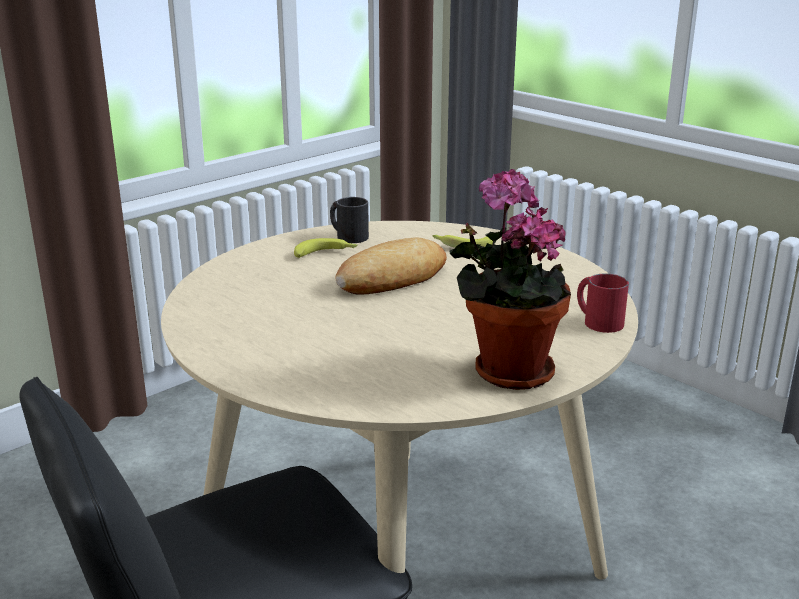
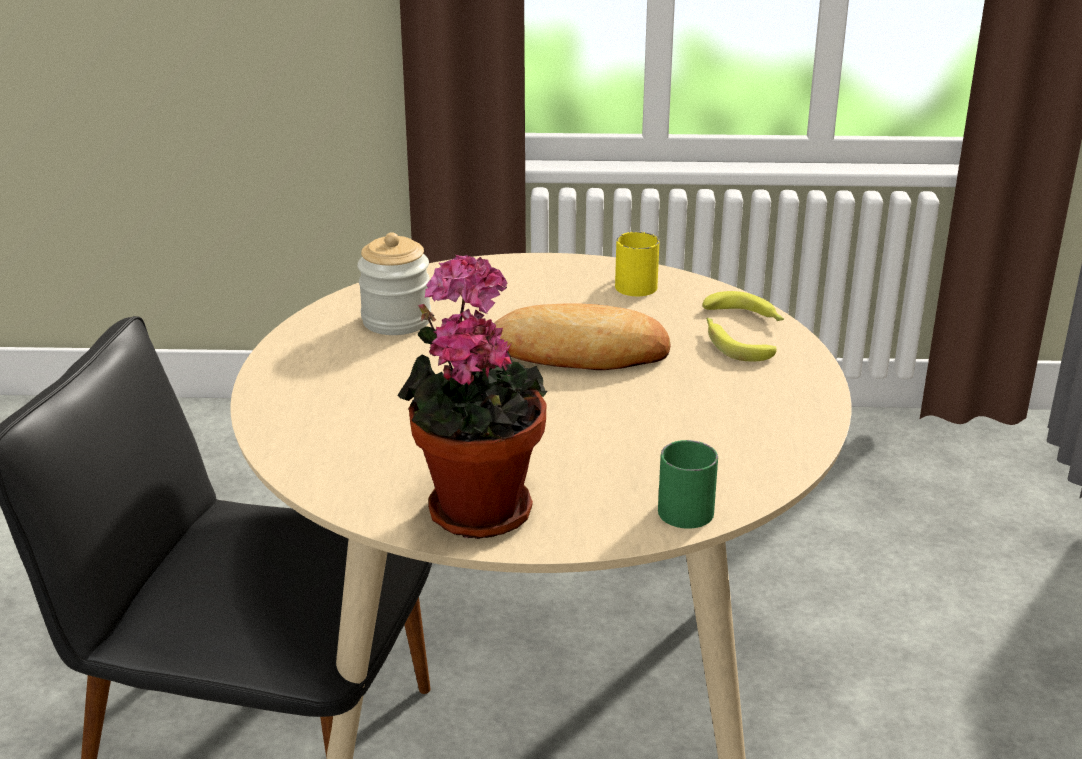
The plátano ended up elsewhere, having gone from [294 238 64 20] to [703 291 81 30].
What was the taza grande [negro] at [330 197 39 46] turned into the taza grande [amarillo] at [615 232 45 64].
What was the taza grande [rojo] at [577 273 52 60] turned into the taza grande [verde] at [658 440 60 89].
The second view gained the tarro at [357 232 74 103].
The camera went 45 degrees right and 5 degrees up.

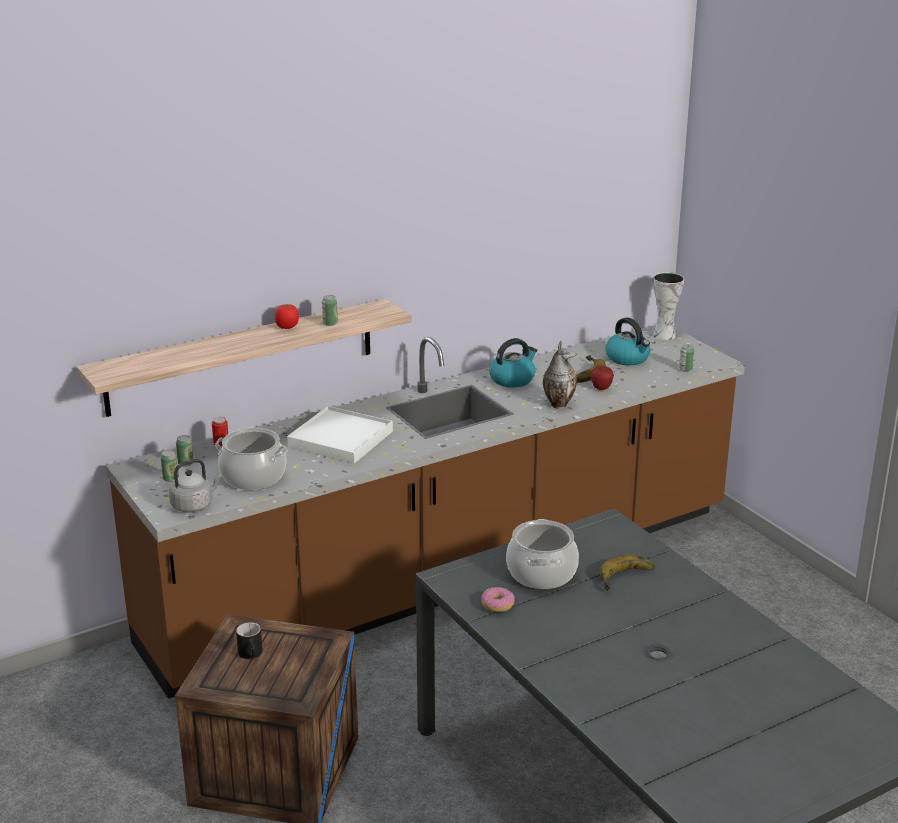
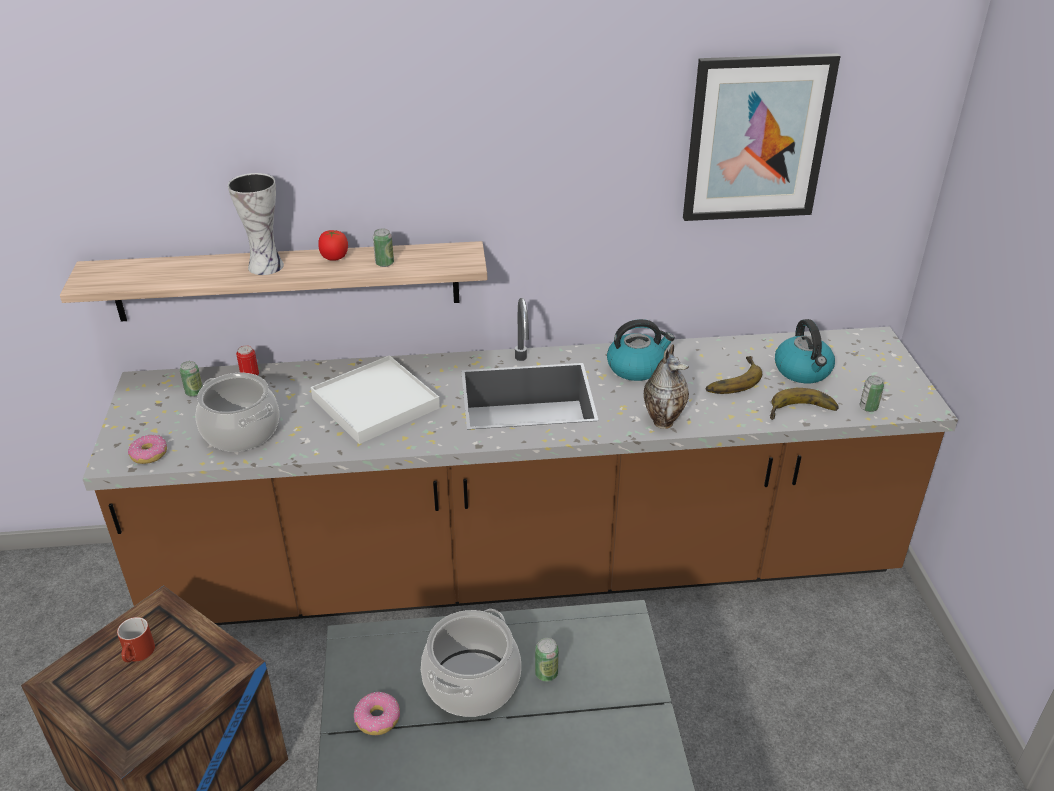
The lata ended up elsewhere, having gone from [161 450 18 32] to [535 638 24 44].
Where the hervidor [gris] stood at [169 459 54 54], the rosquilla came to stand at [128 435 39 29].
What was the taza grande [negro] at [236 622 27 37] turned into the taza grande [rojo] at [117 617 38 45].
The second view lost the manzana at [591 366 23 24].
The plátano ended up elsewhere, having gone from [599 555 56 36] to [770 388 69 32].
The florero ended up elsewhere, having gone from [653 272 31 68] to [228 173 56 102].
The second view gained the cuadro at [683 53 157 168].
The camera went 25 degrees right and 10 degrees up.

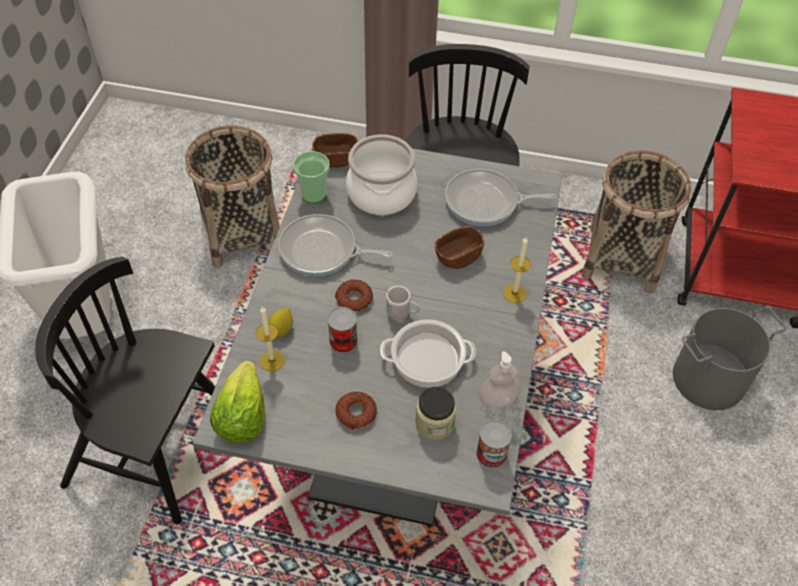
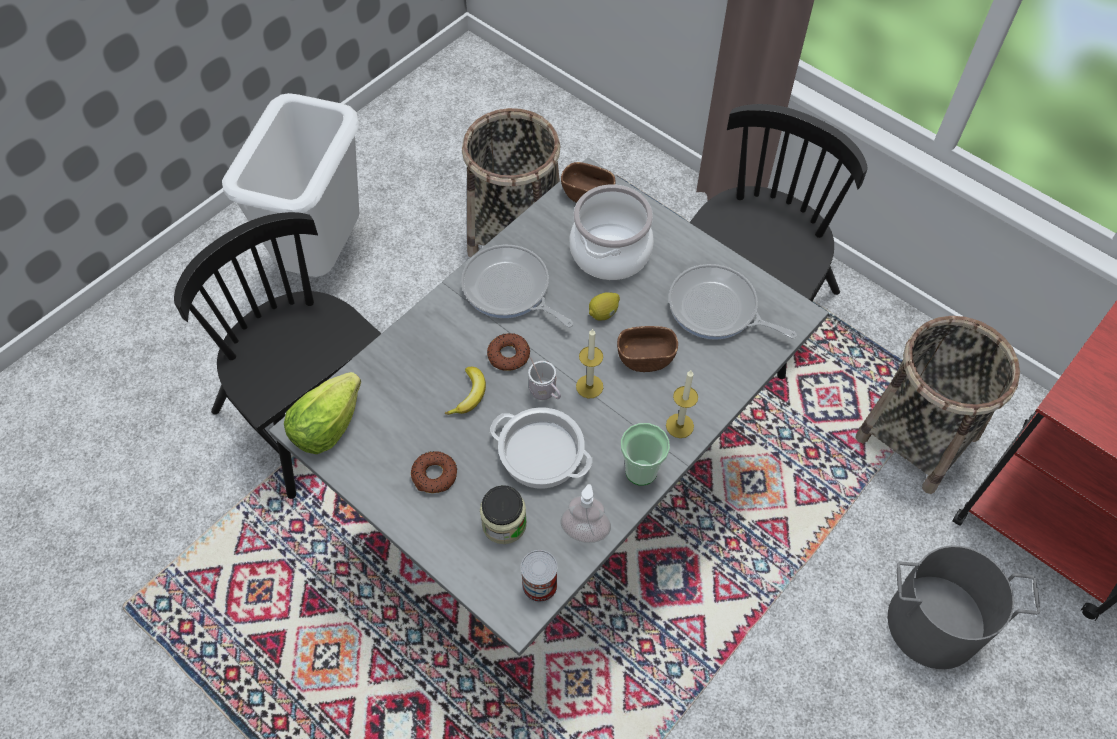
The vela ended up elsewhere, having gone from [256 306 29 66] to [576 328 27 70].
The limón ended up elsewhere, having gone from [268 308 25 29] to [589 292 31 29].
The taza ended up elsewhere, having gone from [293 151 37 53] to [621 423 49 63].
Where the lata stood at [327 307 31 46], the plátano came to stand at [445 367 41 48].
The camera went 30 degrees right and 5 degrees up.

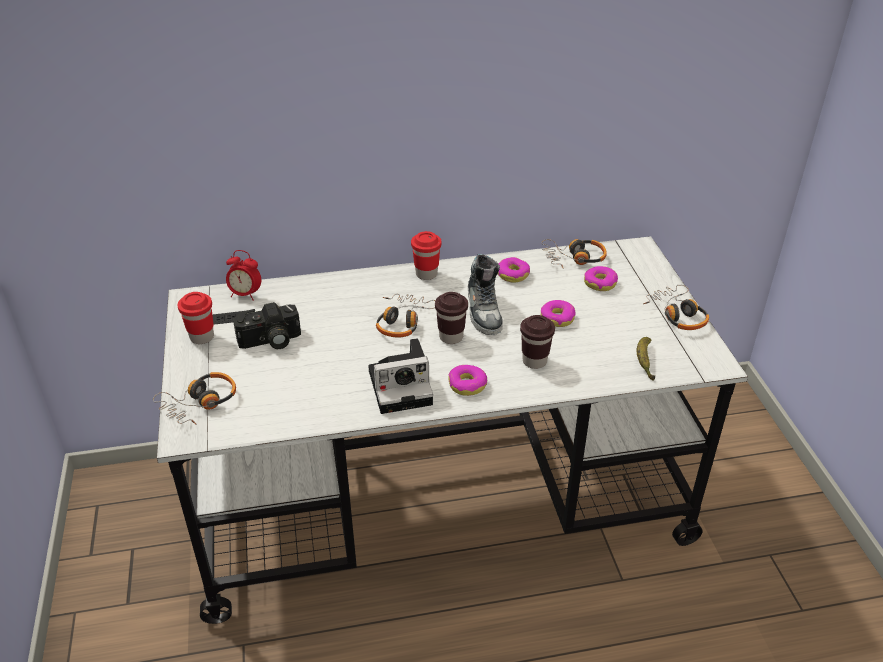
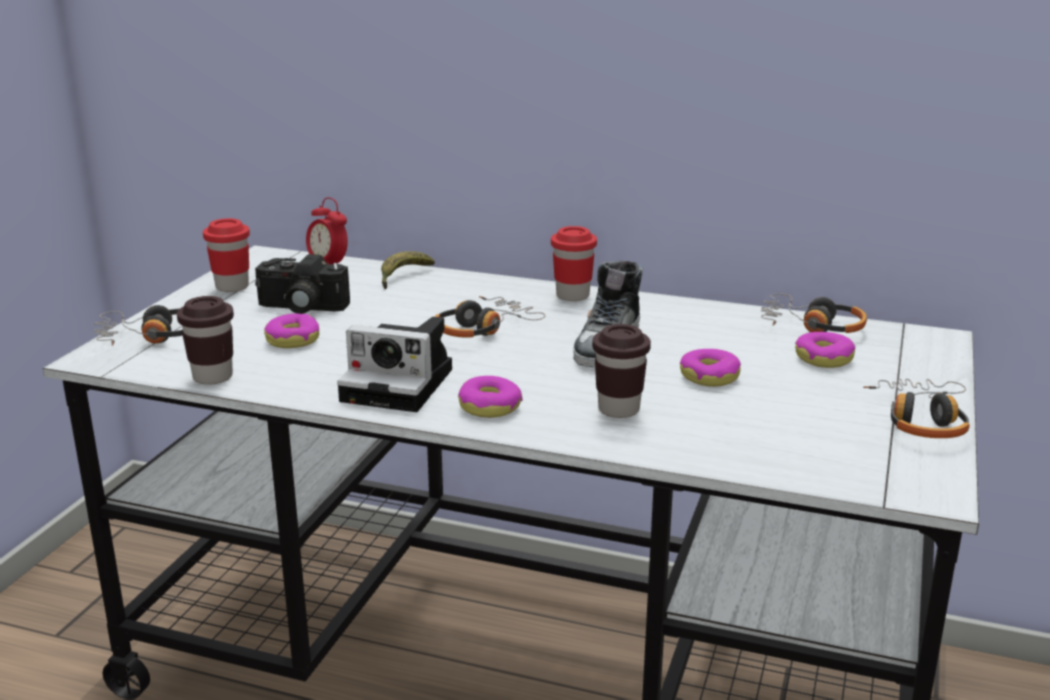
The taza [marrón] ended up elsewhere, having gone from [435 292 33 52] to [177 296 57 89].
The rosquilla ended up elsewhere, having gone from [498 257 32 26] to [264 314 55 34].
The plátano ended up elsewhere, having gone from [636 337 19 44] to [381 251 54 38].
The camera went 30 degrees right and 15 degrees down.

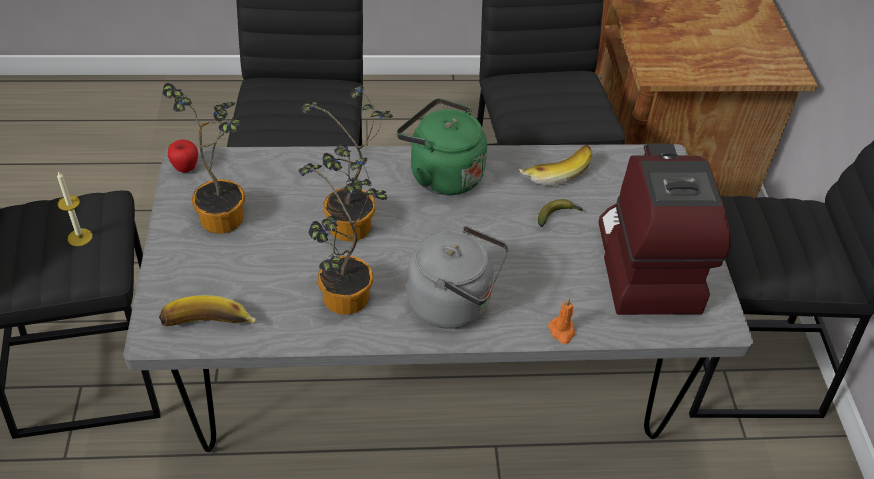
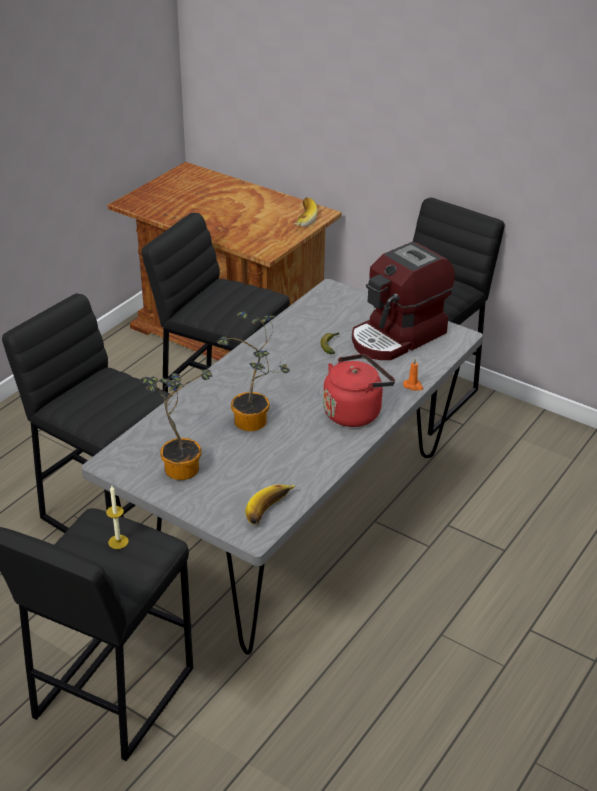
The second view lost the manzana at [168 140 30 33].
The second view lost the planta en maceta at [299 157 88 158].
The second view lost the hervidor [verde] at [397 98 90 97].
What was the hervidor [gris] at [407 226 102 103] turned into the hervidor [rojo] at [323 354 72 73].
The plátano ended up elsewhere, having gone from [519 145 73 41] to [294 198 24 29].
The cafetera at [598 143 133 172] ended up facing another way, 75 degrees counterclockwise from before.
The camera went 50 degrees left and 10 degrees down.

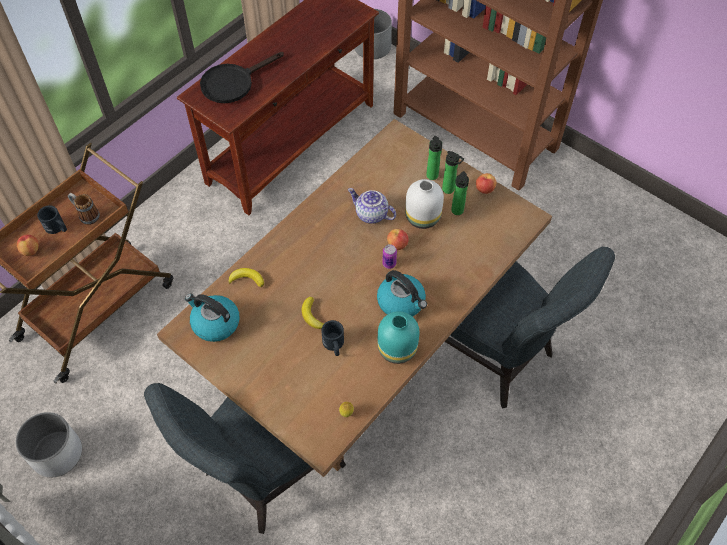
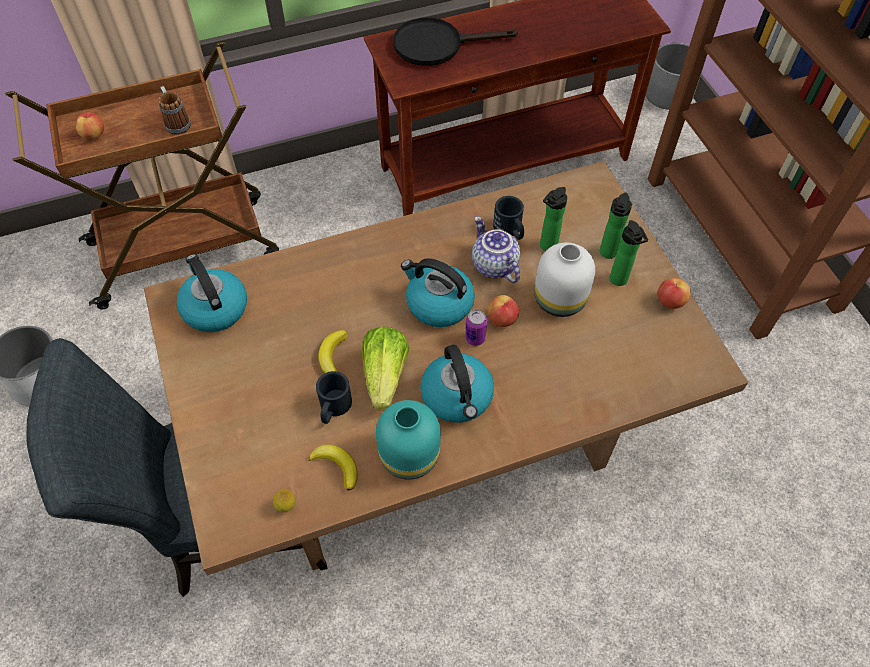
The taza grande [negro] ended up elsewhere, having gone from [37 205 30 29] to [493 196 31 44].
The plátano ended up elsewhere, having gone from [228 268 36 19] to [309 445 49 46].
The second view lost the silla [gris] at [445 247 170 162].
The botella ended up elsewhere, having gone from [451 171 18 44] to [540 187 27 64].
The second view gained the lechuga at [362 326 48 84].
The second view gained the hervidor at [401 258 74 69].
The camera went 30 degrees right and 0 degrees up.

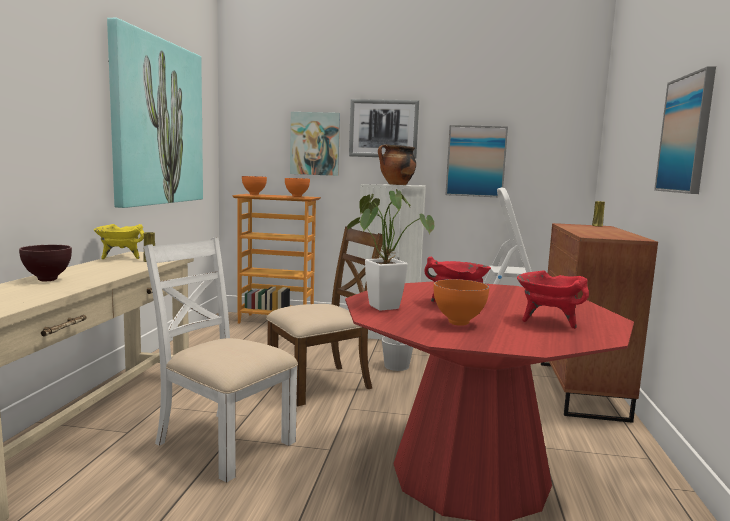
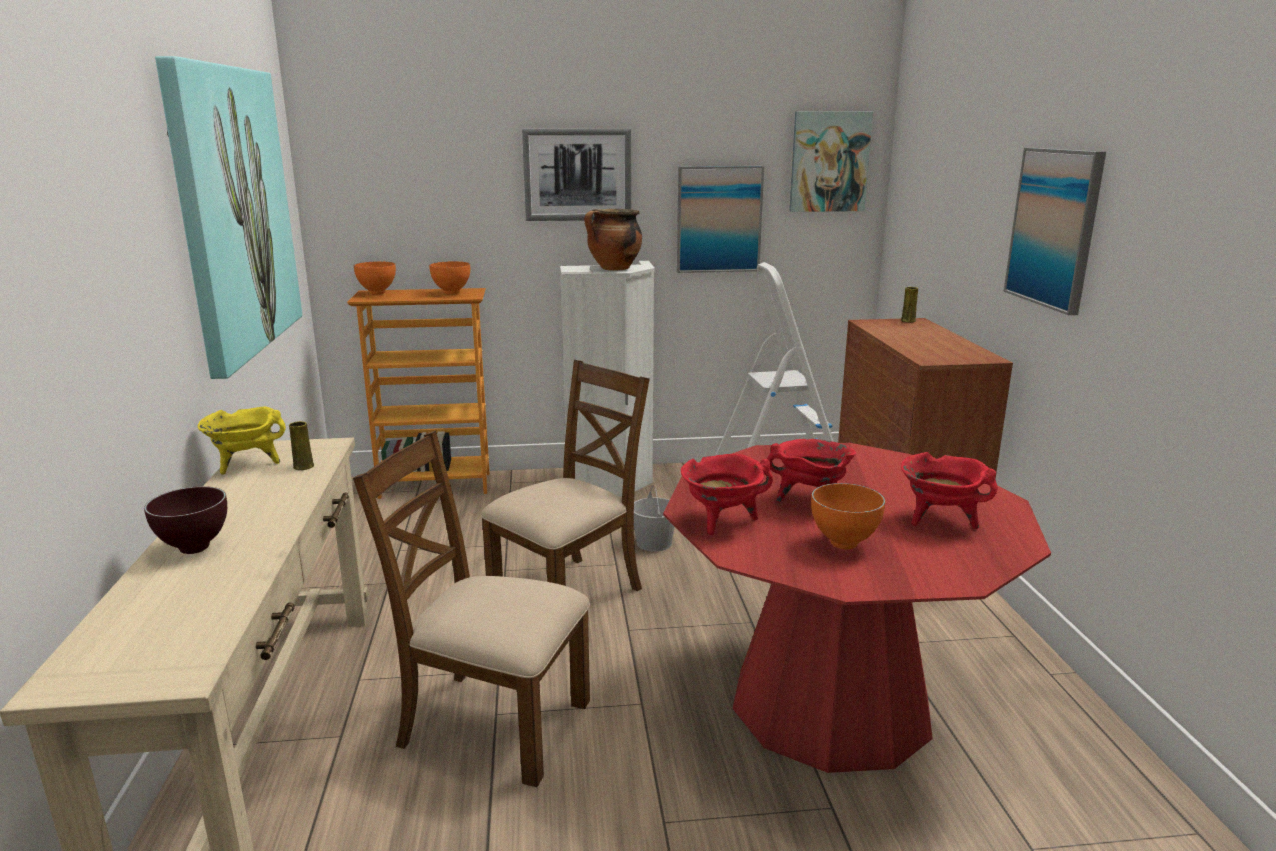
What was the silla [blanco] at [144 237 154 245] turned into the silla [marrón] at [353 431 237 356].
The cuadro ended up elsewhere, having gone from [290 112 50 64] to [790 112 83 100].
Where the planta en maceta stood at [347 189 87 122], the olla [rojo] came to stand at [681 454 92 81].
The camera went 15 degrees left and 10 degrees up.

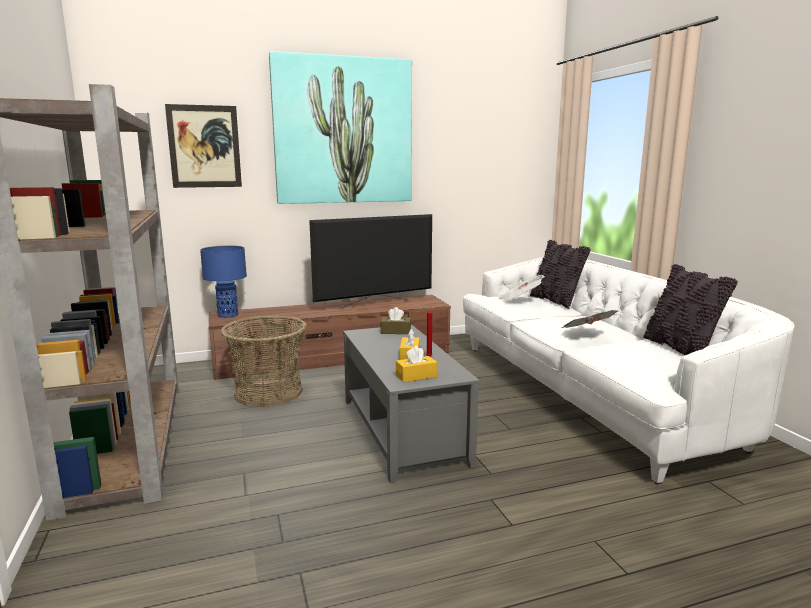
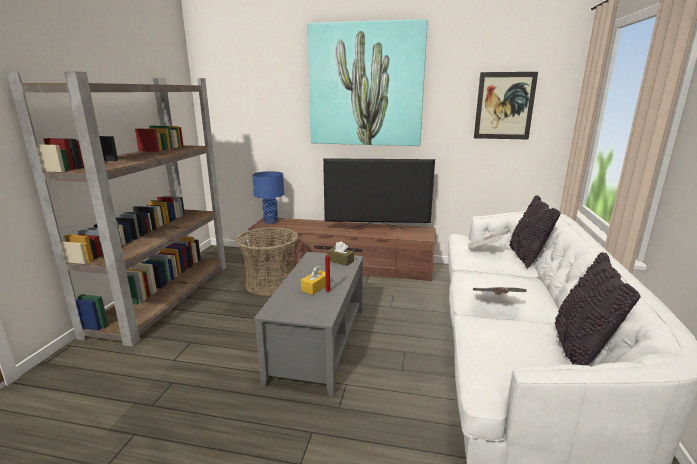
The cuadro ended up elsewhere, having gone from [165 104 77 84] to [474 72 64 68].
The second view lost the caja de pañuelos [amarillo] at [396 346 41 36].
The camera went 30 degrees right and 5 degrees up.

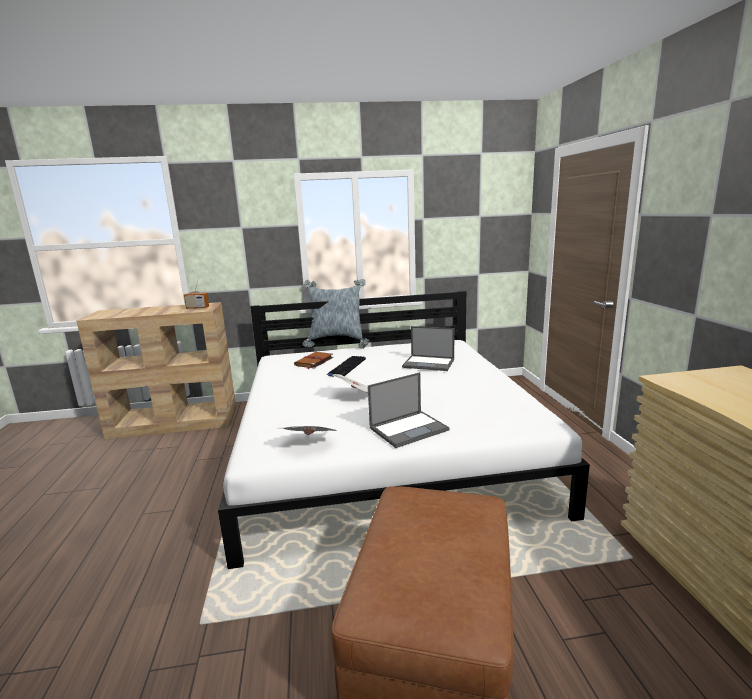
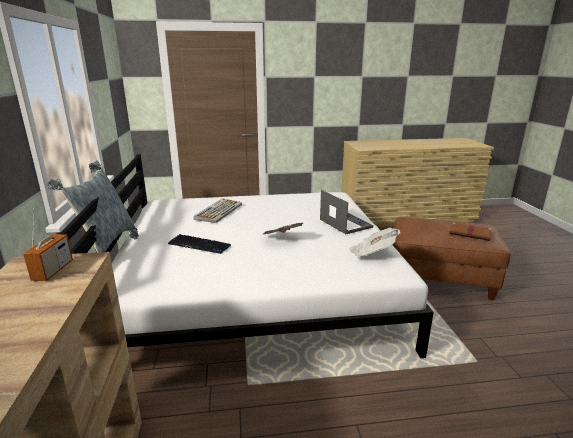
The libro [marrón] ended up elsewhere, having gone from [294 352 40 17] to [449 222 45 19].
Where the portátil stood at [402 326 53 45], the teclado came to stand at [194 198 48 25].
The camera went 90 degrees left and 5 degrees up.

